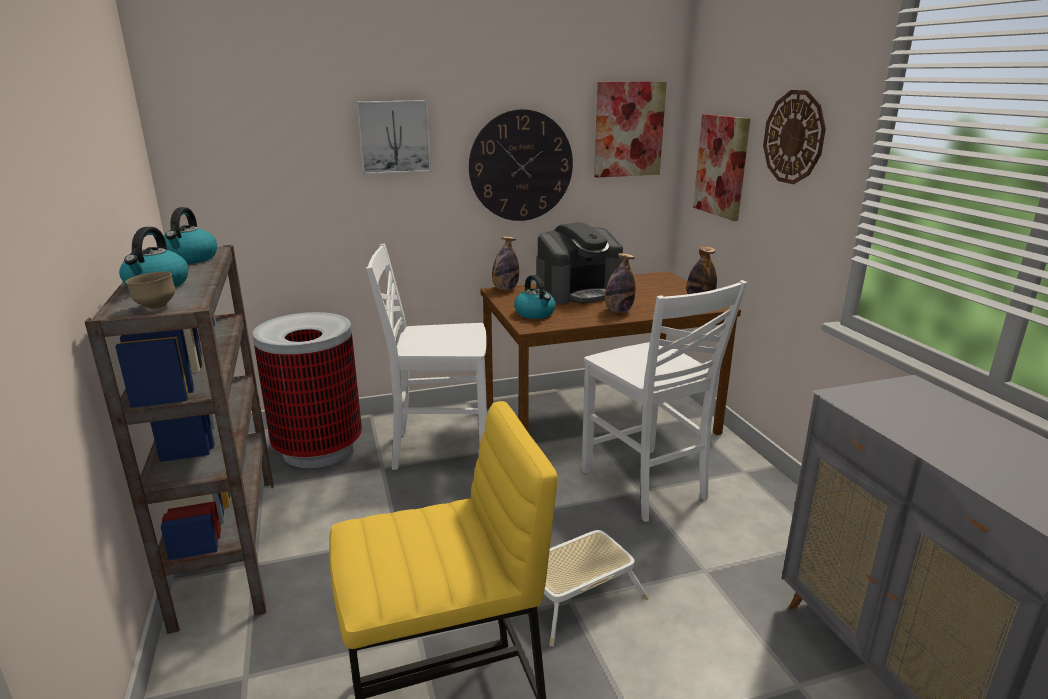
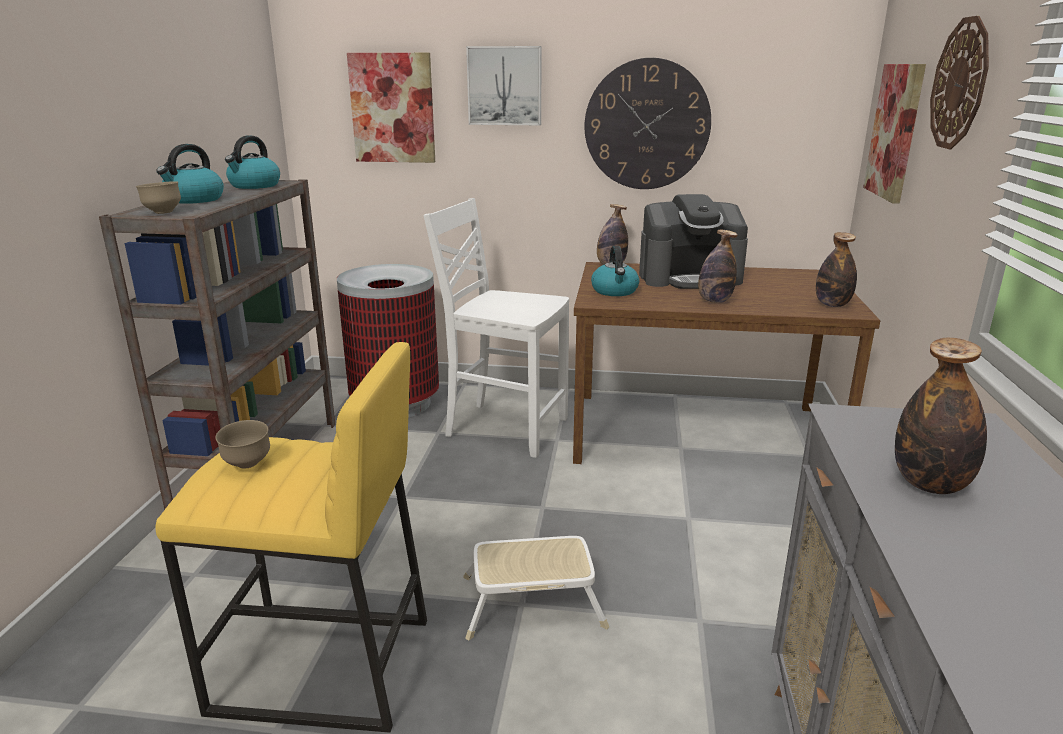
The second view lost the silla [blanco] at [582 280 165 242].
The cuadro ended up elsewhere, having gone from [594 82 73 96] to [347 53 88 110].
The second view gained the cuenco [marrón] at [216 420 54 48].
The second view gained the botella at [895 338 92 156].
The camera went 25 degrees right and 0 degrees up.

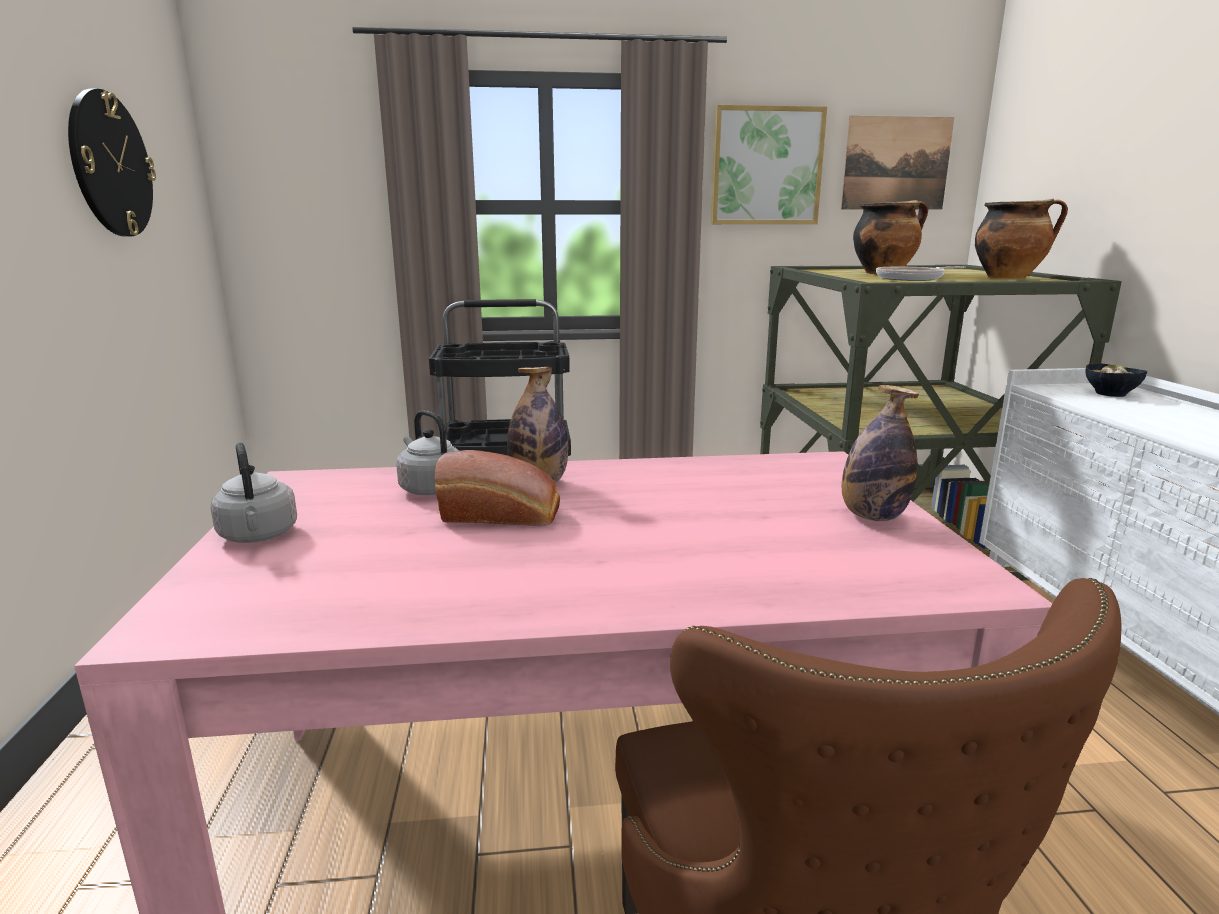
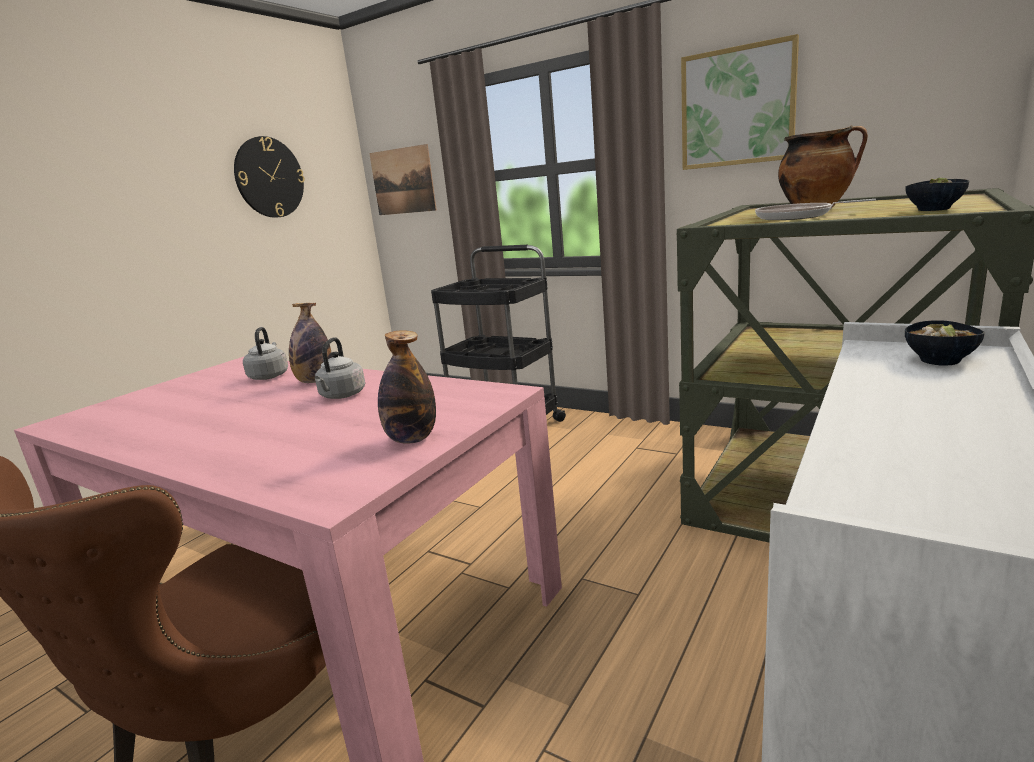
The hervidor [gris] ended up elsewhere, having gone from [210 443 87 100] to [315 337 50 62].
The second view lost the pan at [434 450 126 76].
The cuadro ended up elsewhere, having gone from [841 116 114 94] to [369 144 68 71].
Where the olla stood at [975 199 93 79], the cuenco came to stand at [906 178 63 33].
The camera went 40 degrees right and 0 degrees up.

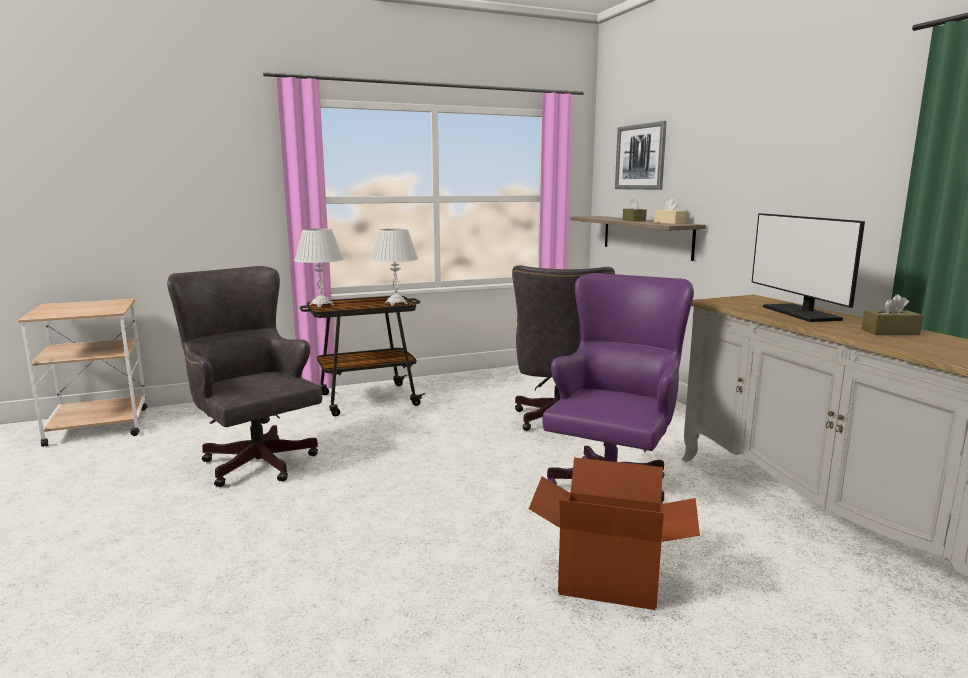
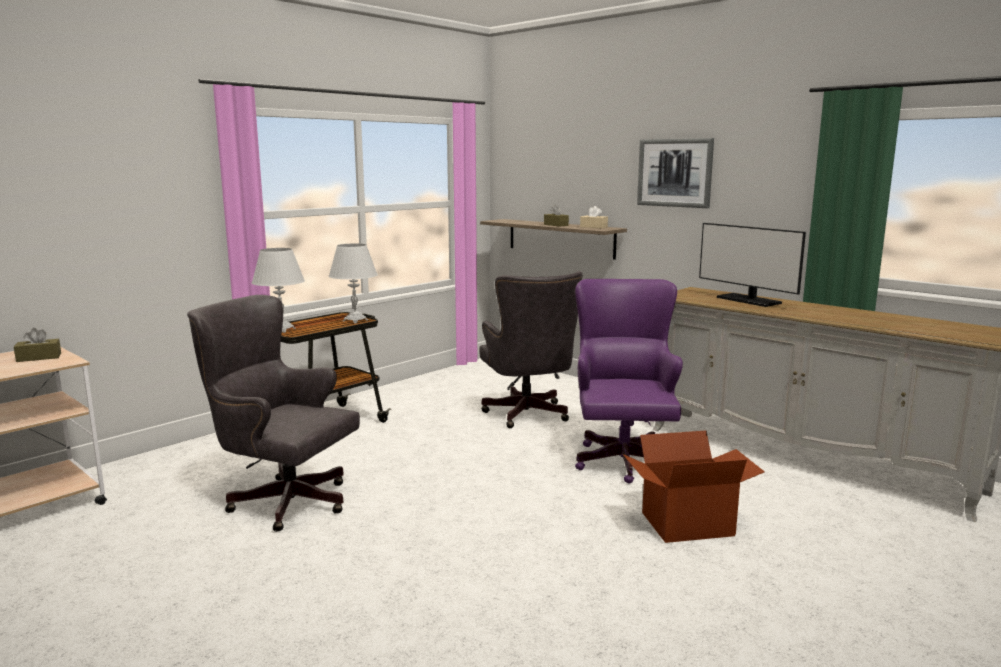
The cuadro ended up elsewhere, having gone from [615 121 52 69] to [637 138 77 70].
The caja de pañuelos [marrón] ended up elsewhere, having gone from [862 294 61 41] to [14 328 47 34].
The camera went 25 degrees left and 0 degrees up.

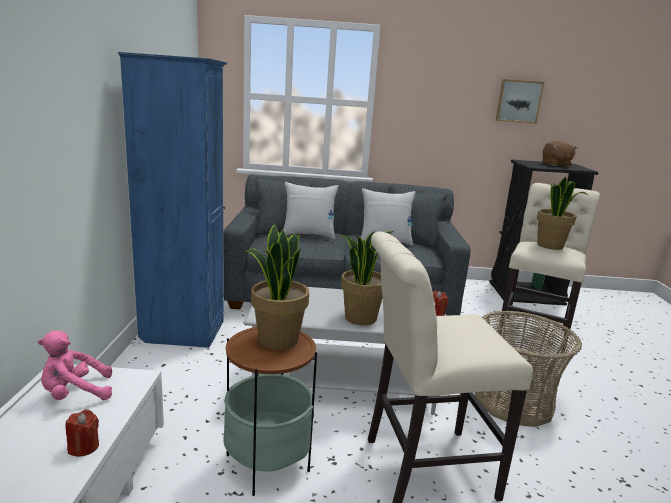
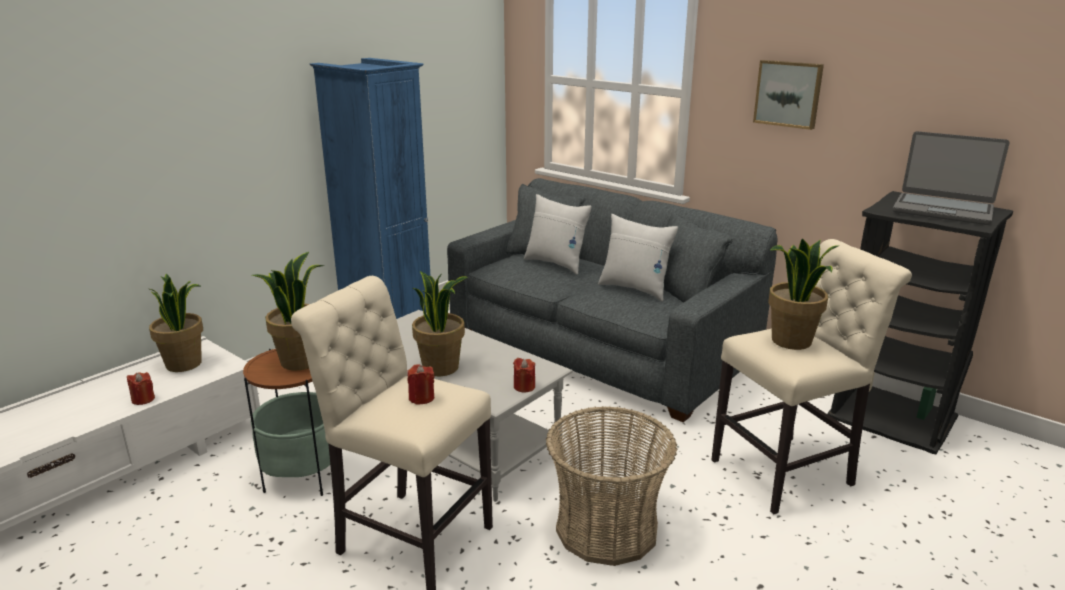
Where the peluche [rosa] stood at [38 330 74 70], the planta en maceta came to stand at [149 273 54 99].
The cuadro ended up elsewhere, having gone from [496 79 48 45] to [753 60 71 70].
Where the peluche [marrón] stood at [542 141 36 26], the portátil came to stand at [893 131 116 94].
The second view gained the vela [rojo] at [407 364 27 41].
The camera went 40 degrees right and 5 degrees up.

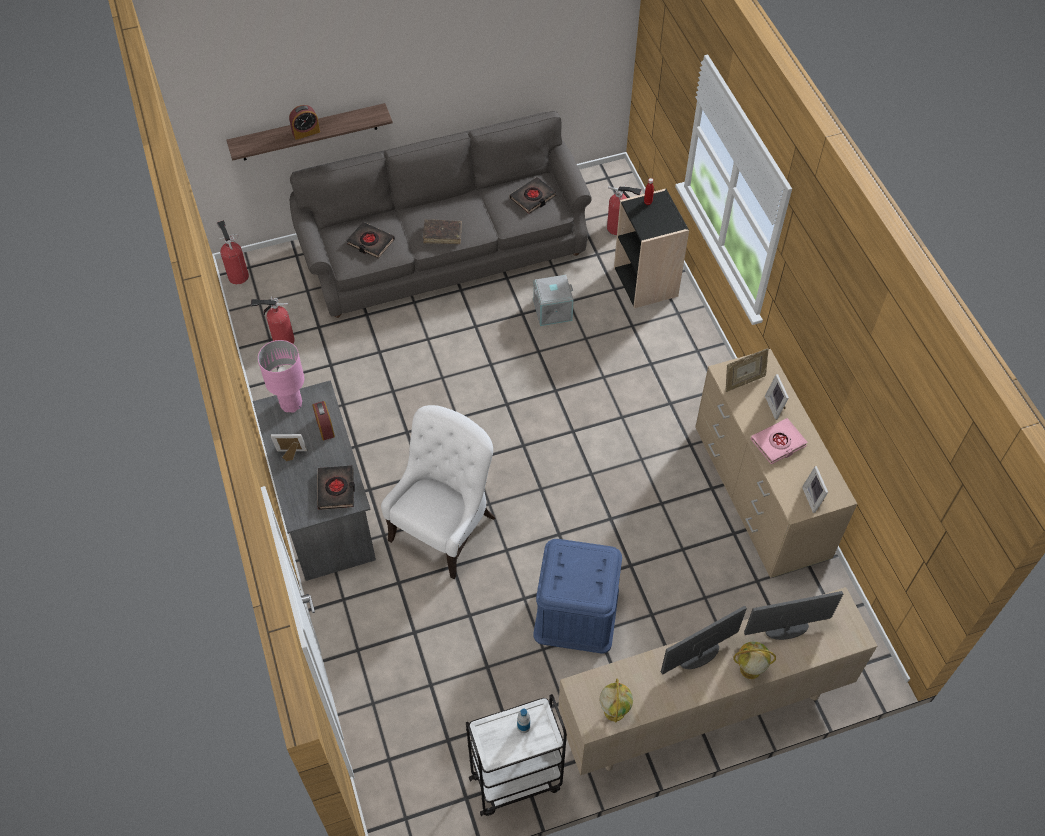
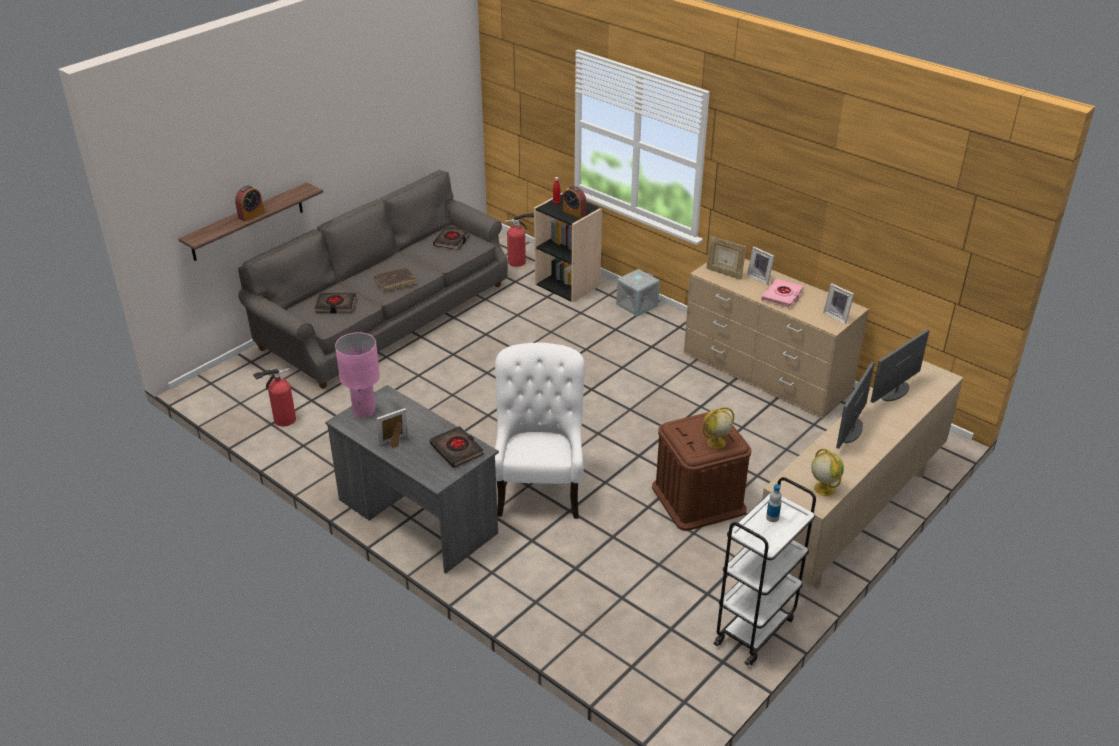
The second view lost the extintor at [217 220 32 64].
The despertador ended up elsewhere, having gone from [313 401 22 40] to [563 186 23 32].
The caja de almacenaje [gris] ended up elsewhere, having gone from [533 275 41 51] to [616 269 44 48].
What was the caja de almacenaje [azul] at [534 539 88 114] turned into the caja de almacenaje [marrón] at [652 412 99 119].
The portarretratos at [725 348 43 44] ended up facing another way, 90 degrees clockwise from before.
The globo terráqueo ended up elsewhere, having gone from [733 641 43 38] to [703 407 31 42].
The camera went 30 degrees left and 20 degrees down.

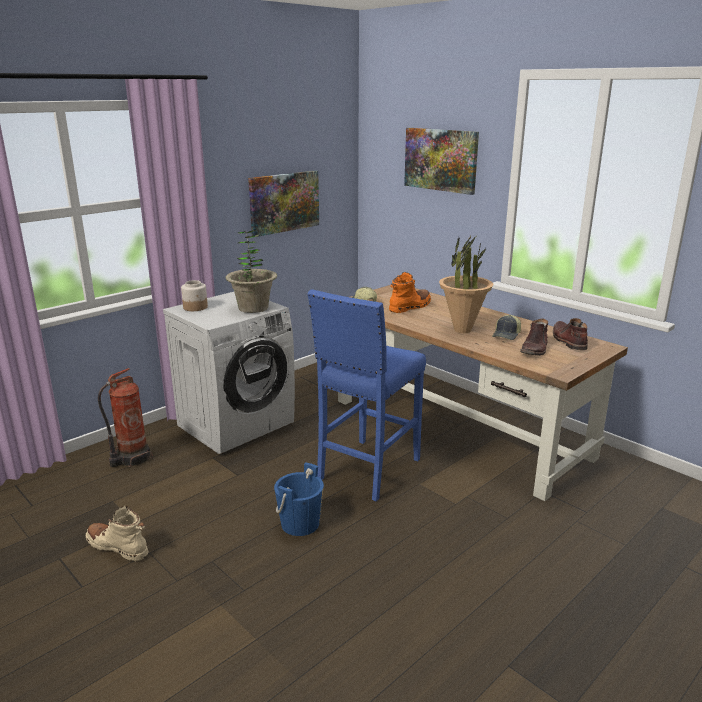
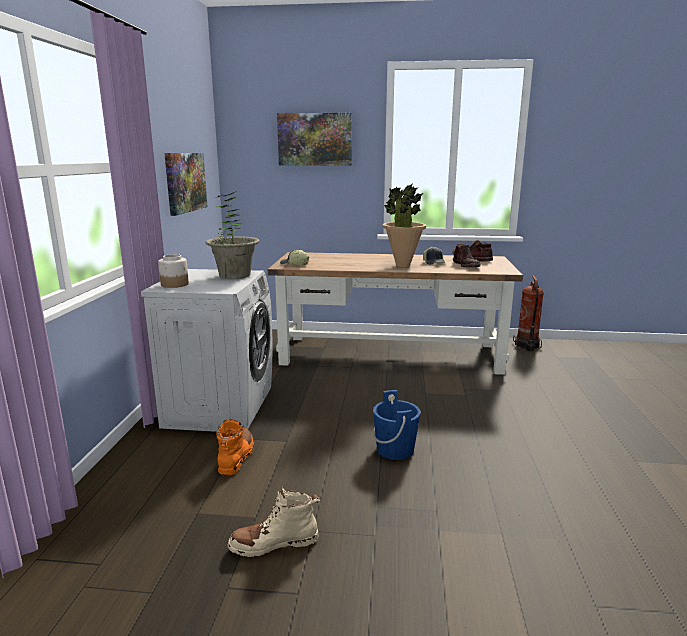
The extintor ended up elsewhere, having gone from [98 368 55 100] to [513 276 31 75].
The second view lost the taburete [azul] at [308 289 118 212].
The bota [naranja] ended up elsewhere, having gone from [389 272 42 41] to [216 419 38 57].
The camera went 40 degrees left and 5 degrees down.

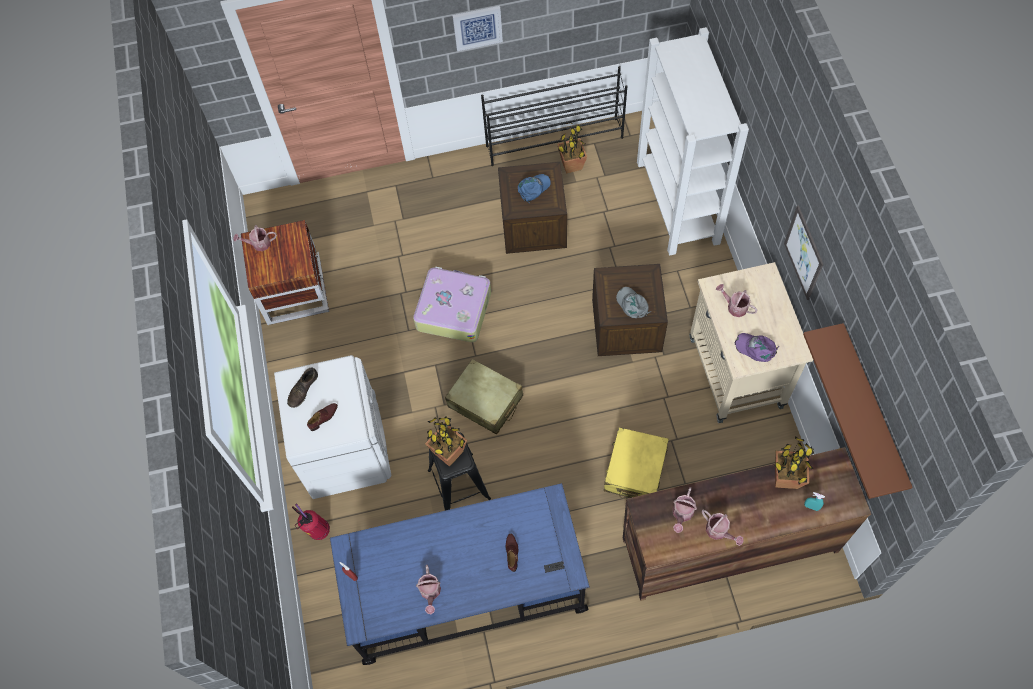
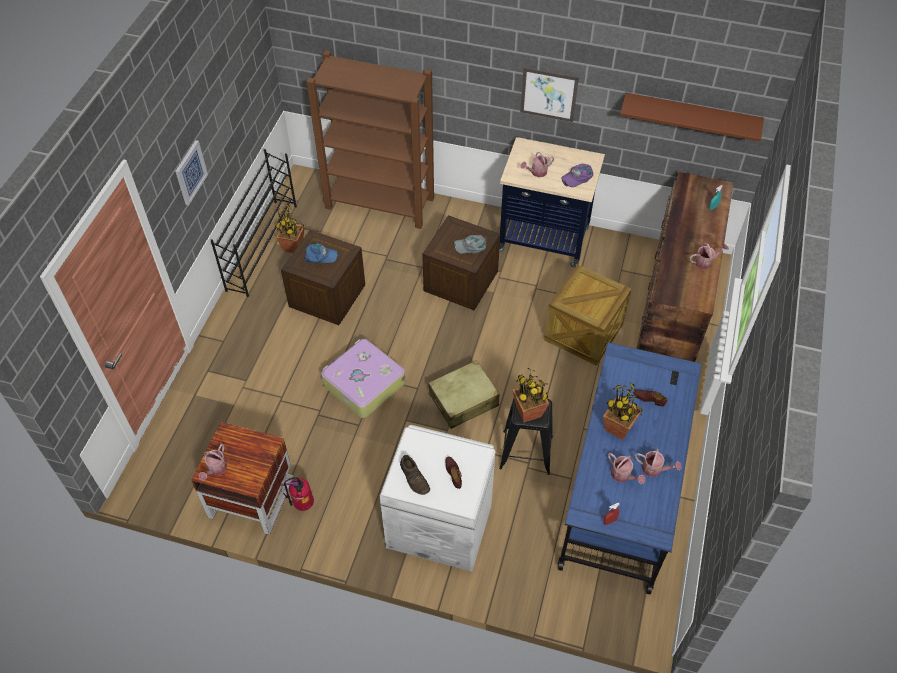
The extintor ended up elsewhere, having gone from [292 503 38 37] to [281 477 33 34].
The gorra [azul] at [518 174 33 29] ended up facing another way, 105 degrees clockwise from before.
Where the maleta [amarillo] stood at [604 427 65 72], the caja de embalaje came to stand at [544 264 87 102].
What was the estantería [blanco] at [637 27 112 228] turned into the estantería [marrón] at [306 50 128 179].
The regadera ended up elsewhere, having gone from [673 487 24 46] to [608 453 37 31].
What was the carrito [beis] at [689 262 124 161] turned into the carrito [azul] at [499 137 106 130].
The planta en maceta ended up elsewhere, having gone from [774 436 40 53] to [603 382 40 58].
The camera went 65 degrees left and 10 degrees down.

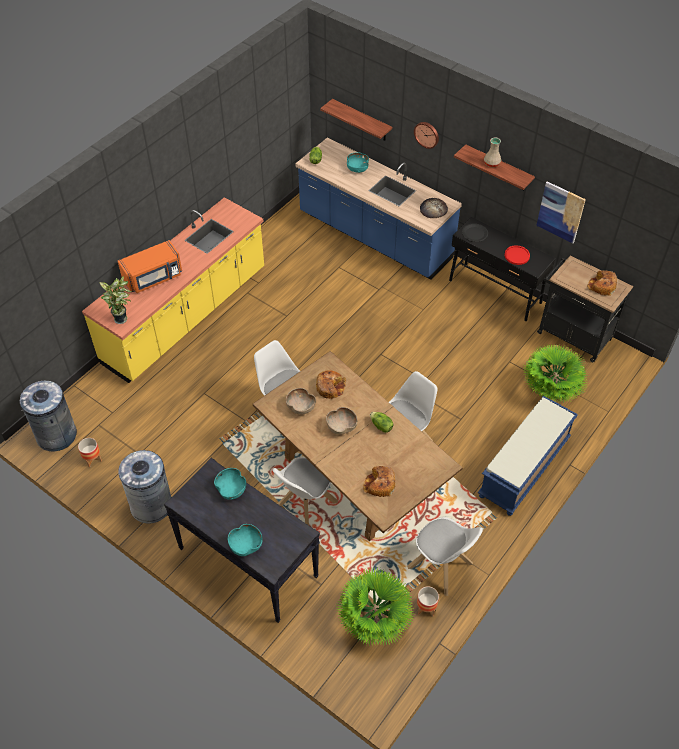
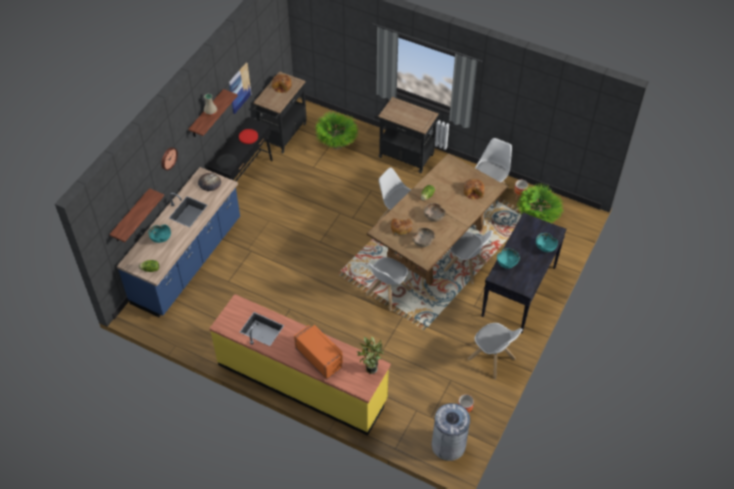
Where the papelera [gris] stood at [118 450 53 74], the silla came to stand at [468 323 55 57].
Where the banco [azul] stood at [478 396 100 120], the carrito [negro] came to stand at [375 97 64 76].
The camera went 100 degrees left and 0 degrees up.

